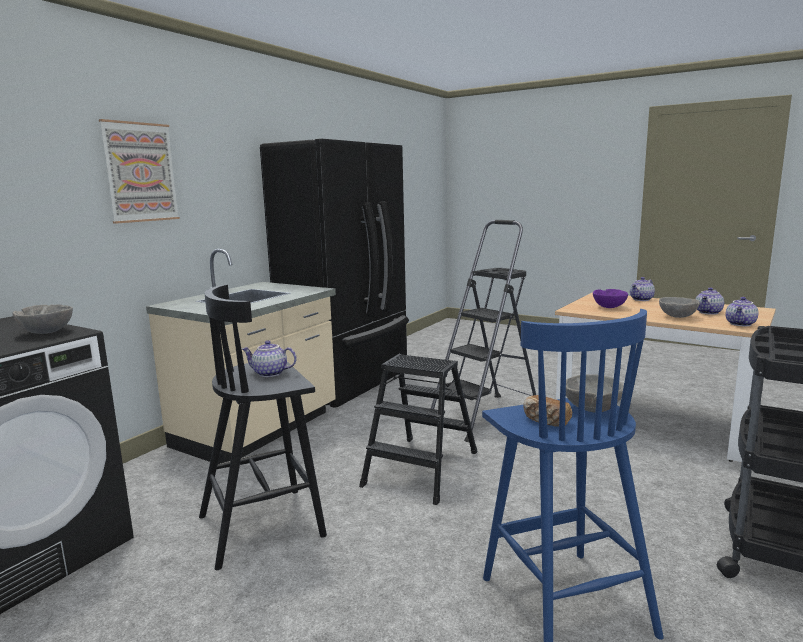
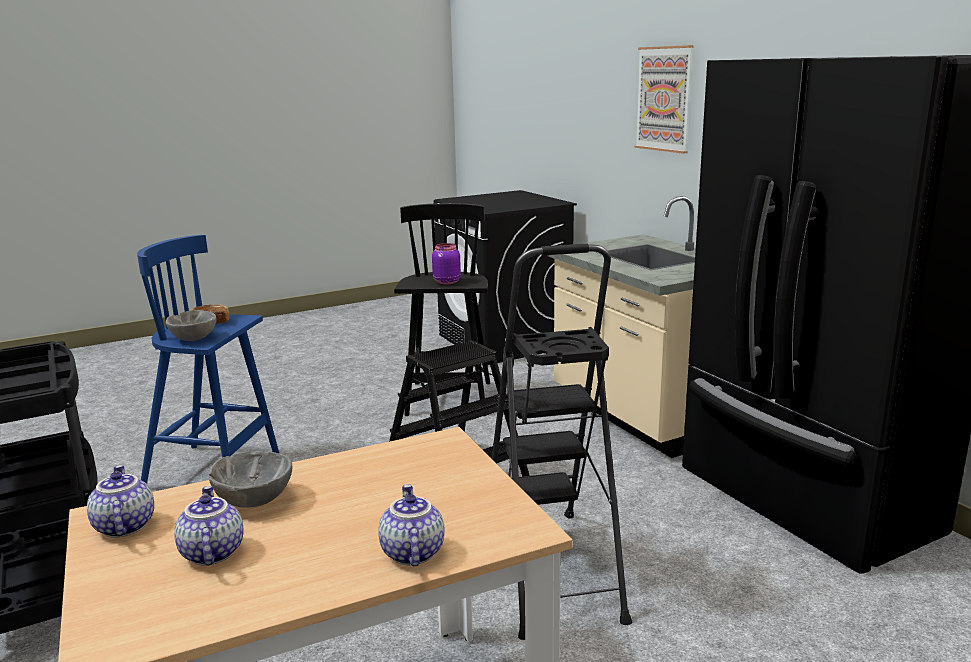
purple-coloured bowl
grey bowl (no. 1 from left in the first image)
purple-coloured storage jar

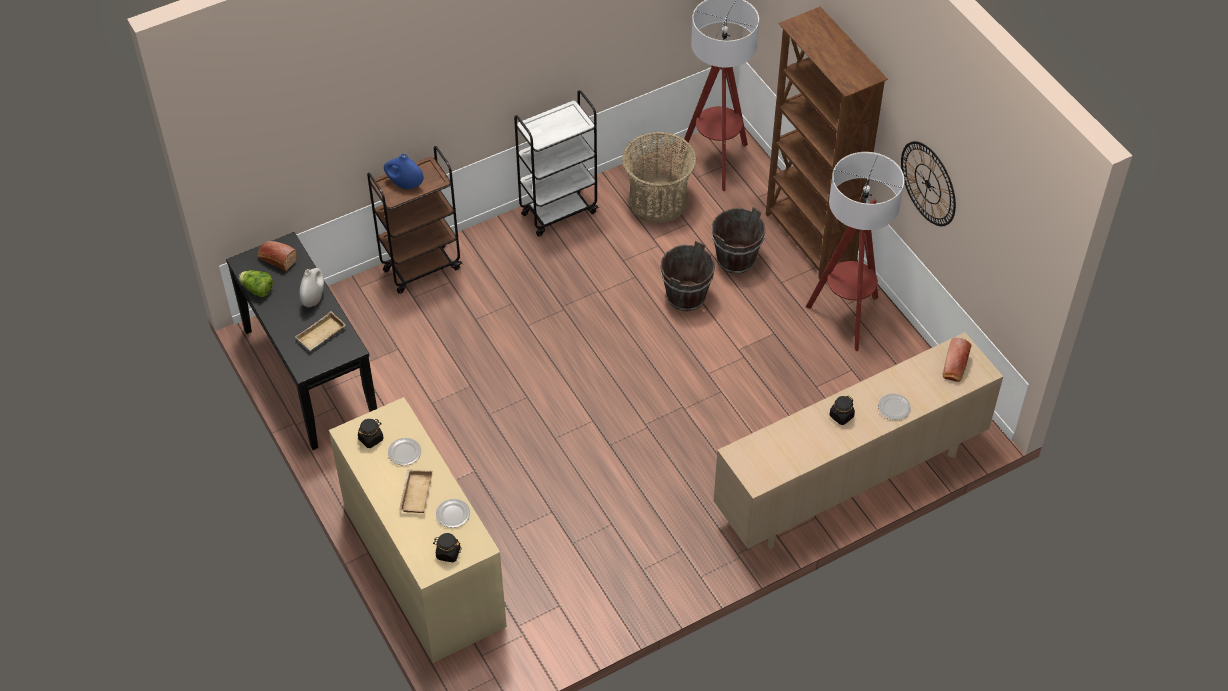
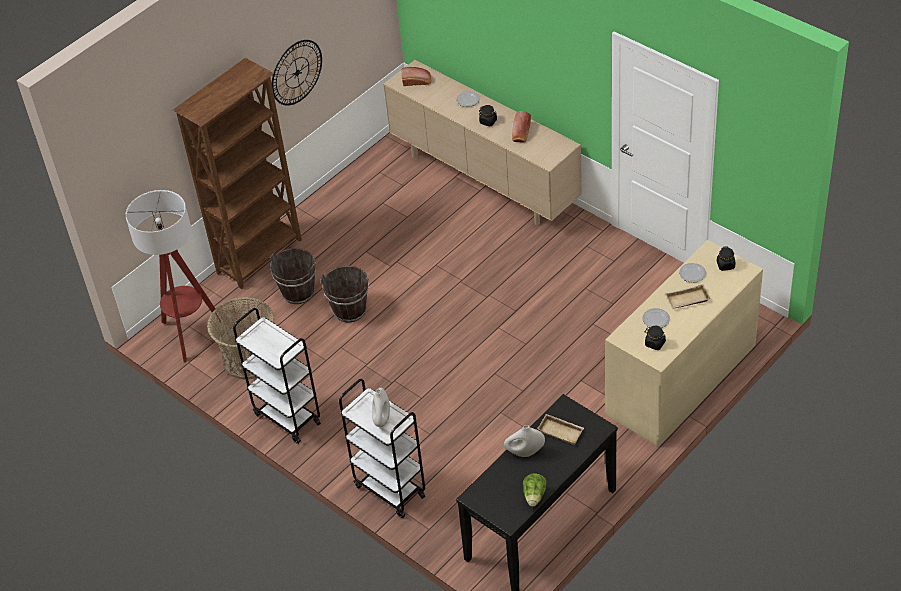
white-coloured wheeled cart (no. 2 from left)
floor lamp (no. 2 from left in the first image)
white-coloured decorative vase (no. 1 from left)
bakery bread (no. 2 from left)

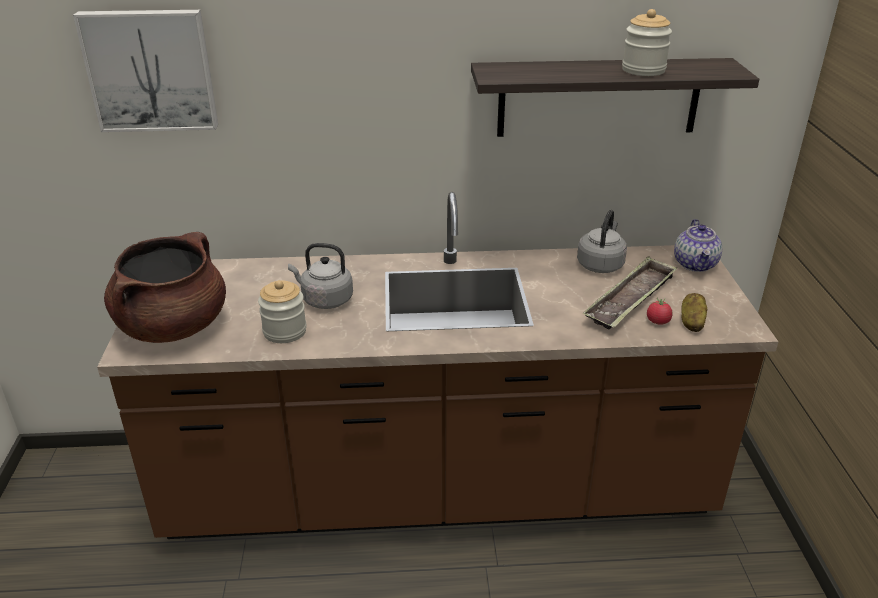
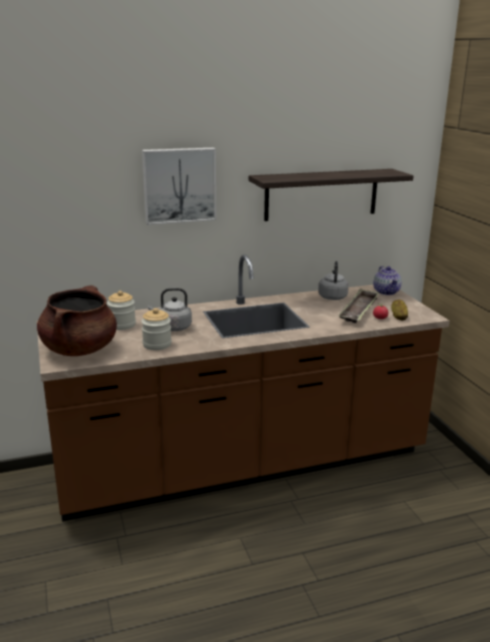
storage jar (no. 1 from left)
picture

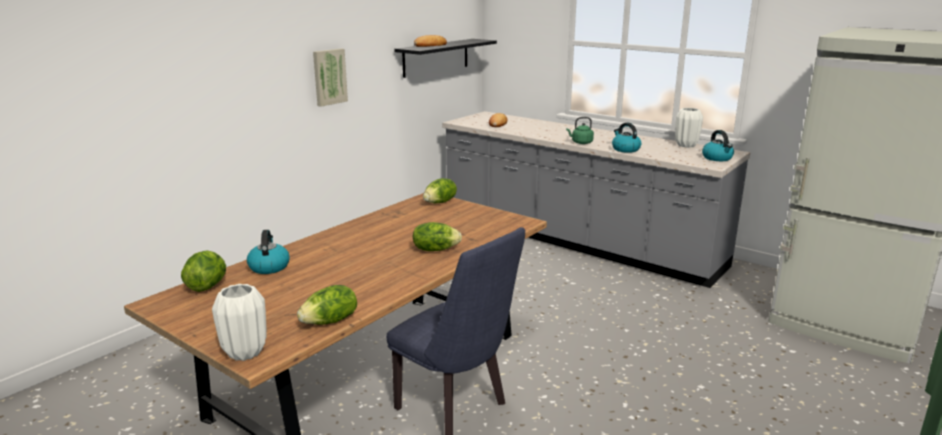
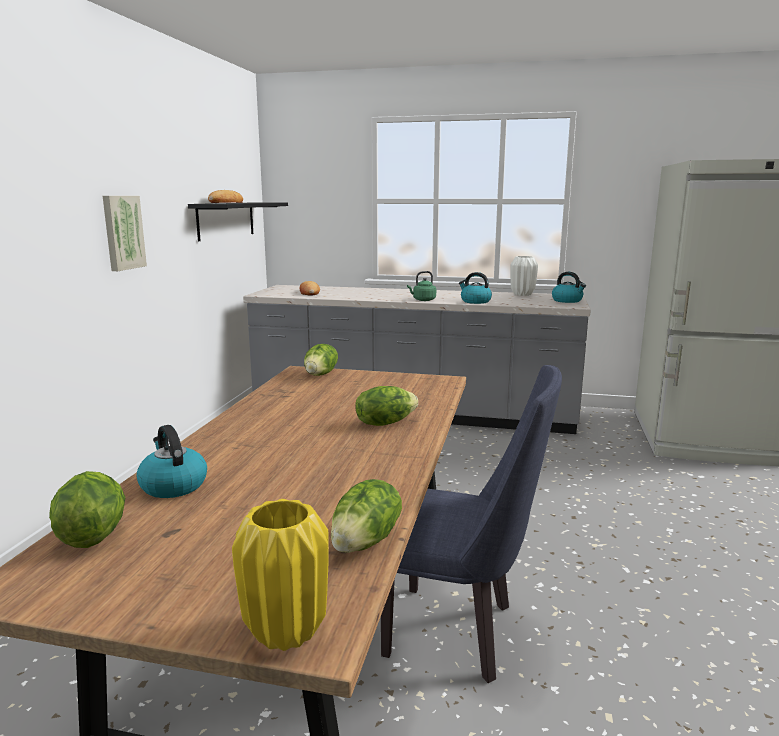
yellow decorative vase

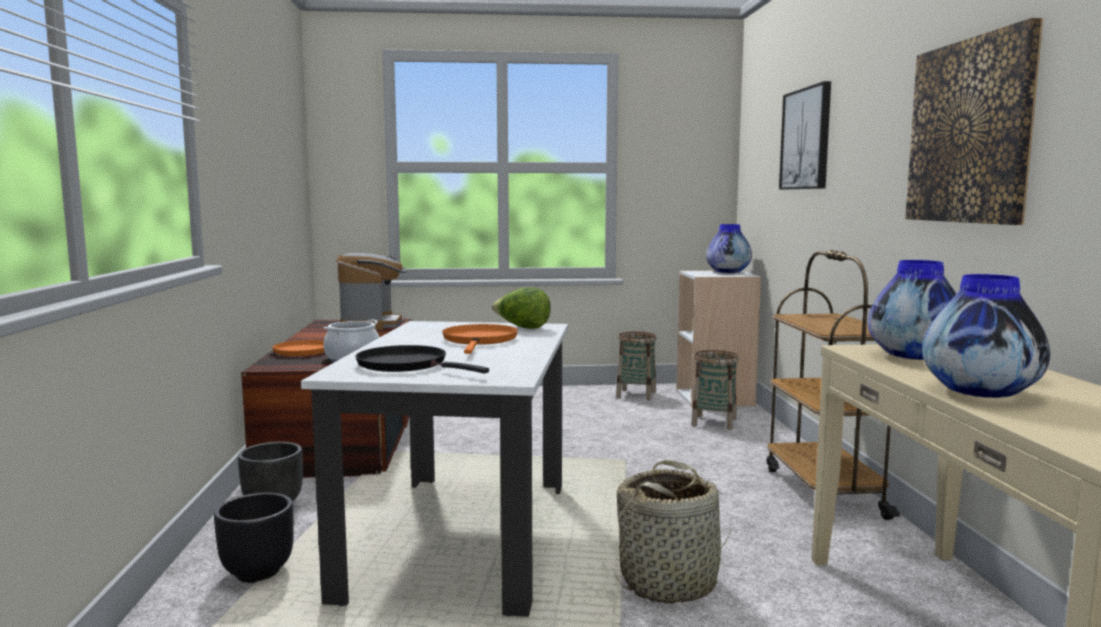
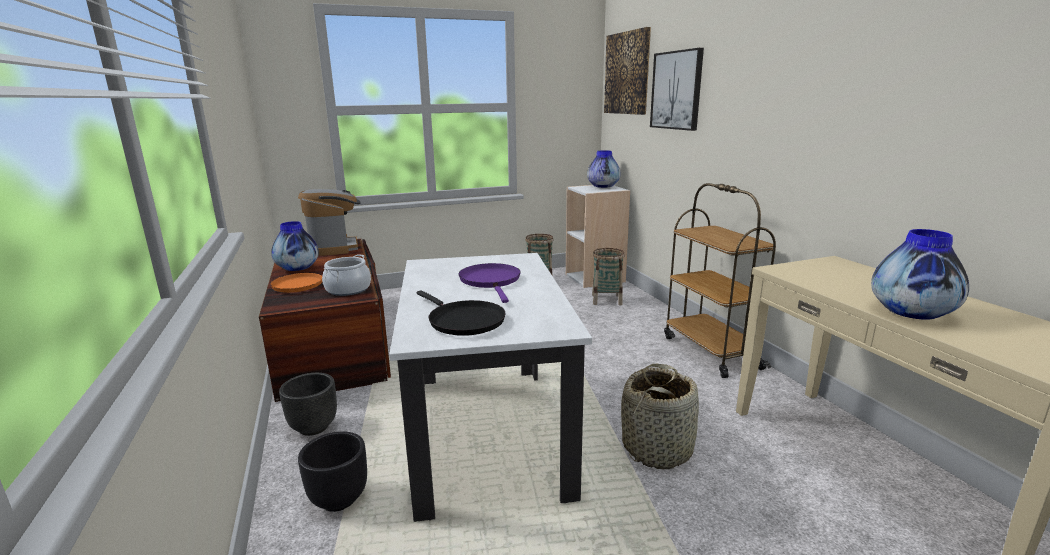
picture (no. 1 from left)
decorative vase (no. 1 from left)
lettuce head
purple-coloured pan
blackish pan

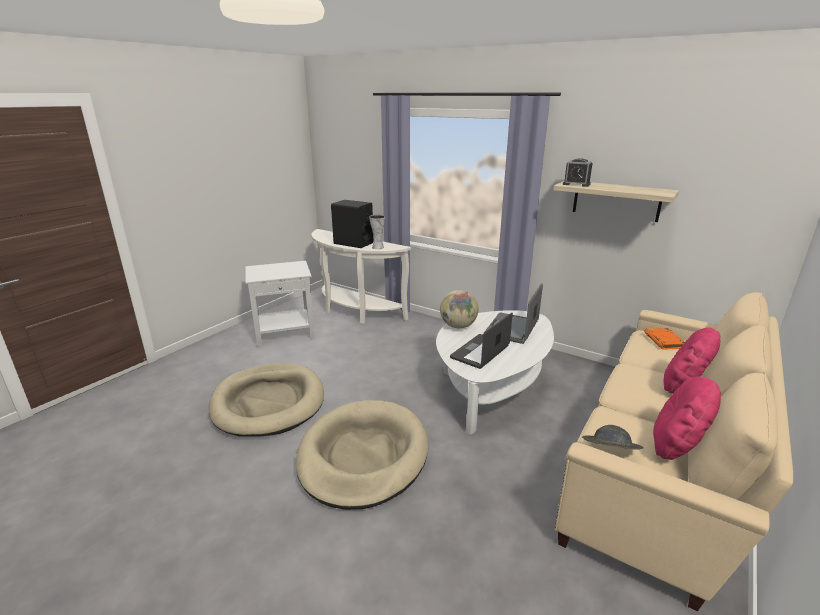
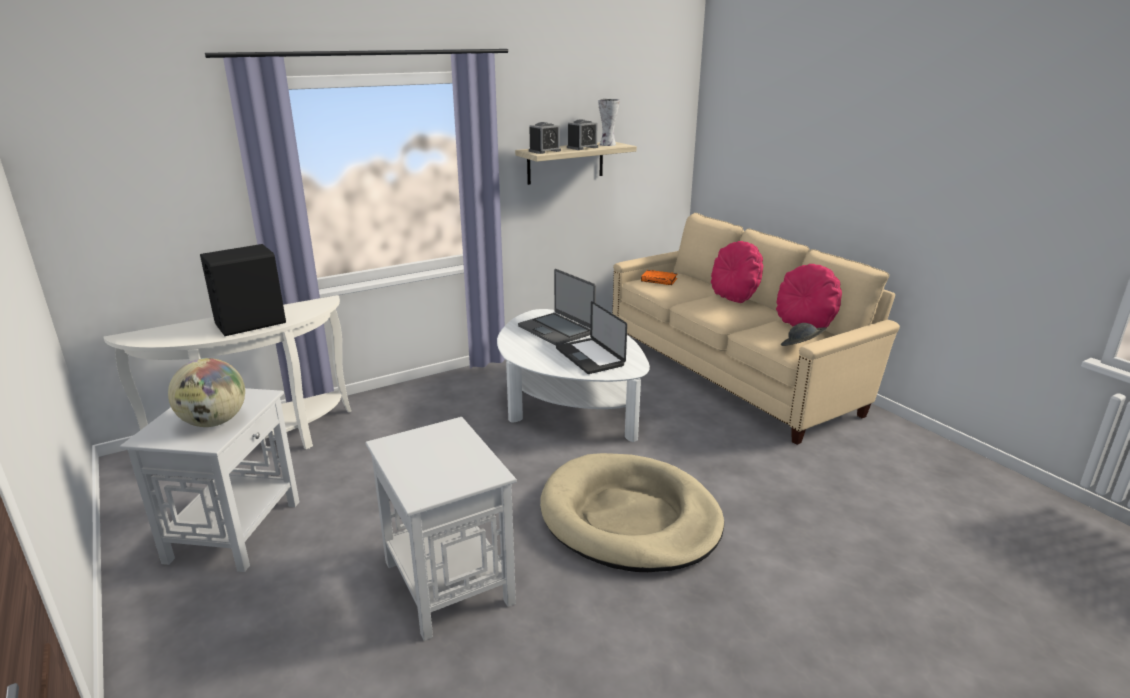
decorative vase
world globe
white-coloured end table (no. 2 from left)
bedside clock (no. 2 from left)

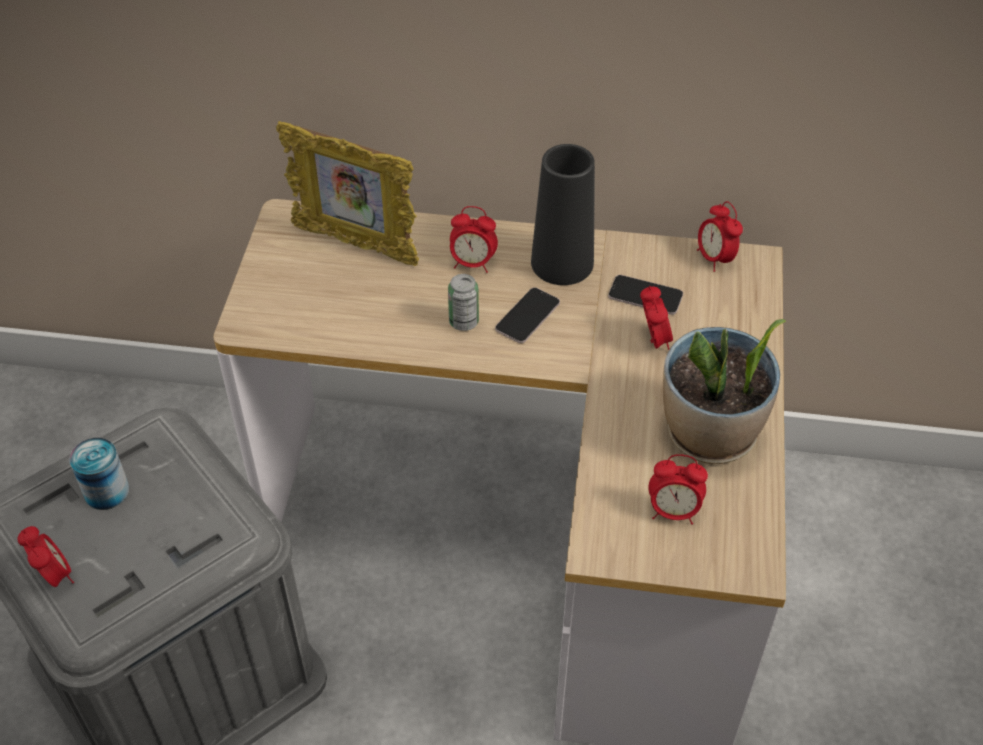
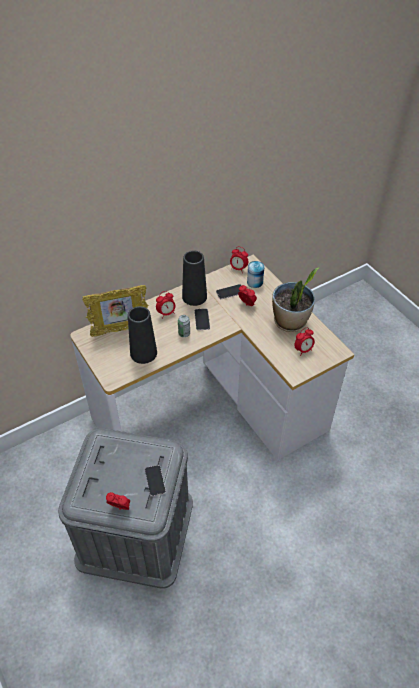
sealed can (no. 2 from left)
blackish decorative vase (no. 1 from left)
phone (no. 1 from left)

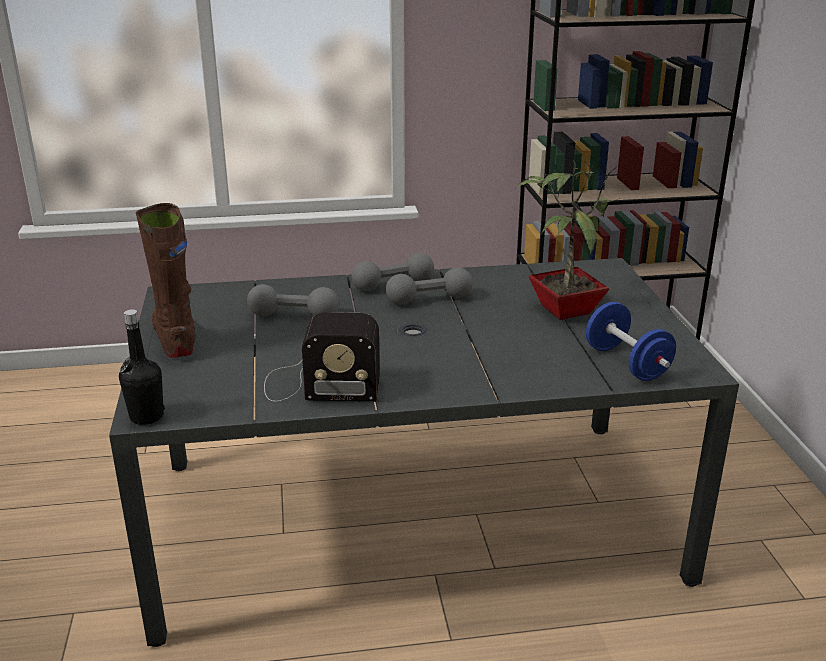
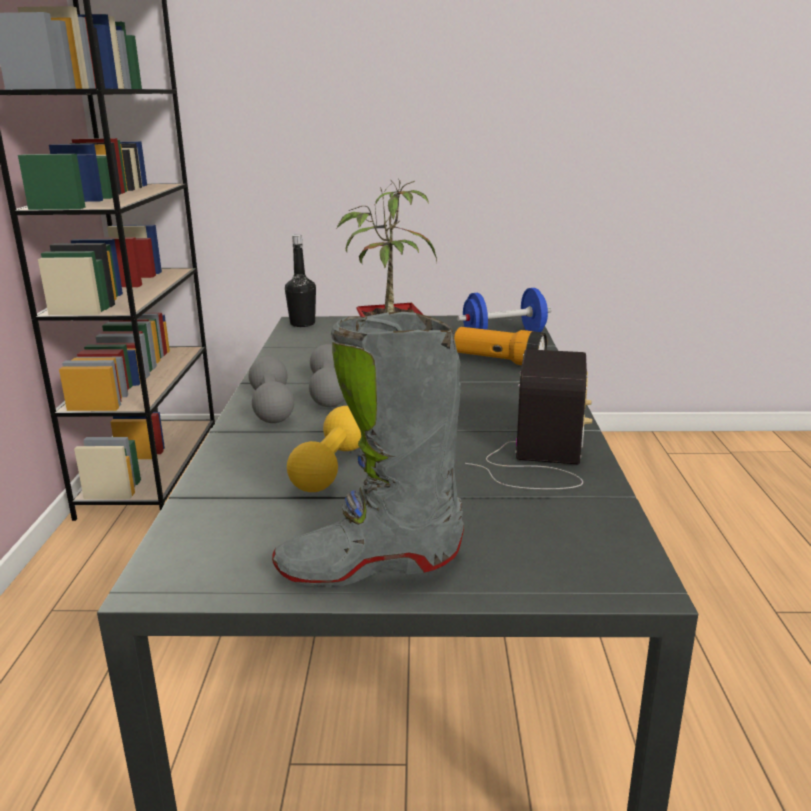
grey tall boot
yellow free weight
blackish beverage bottle
flashlight

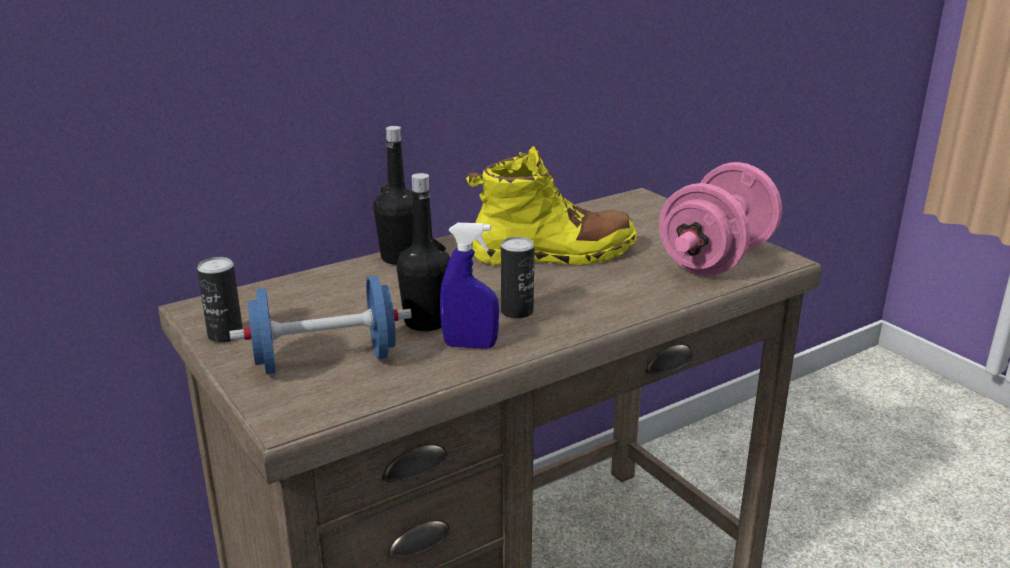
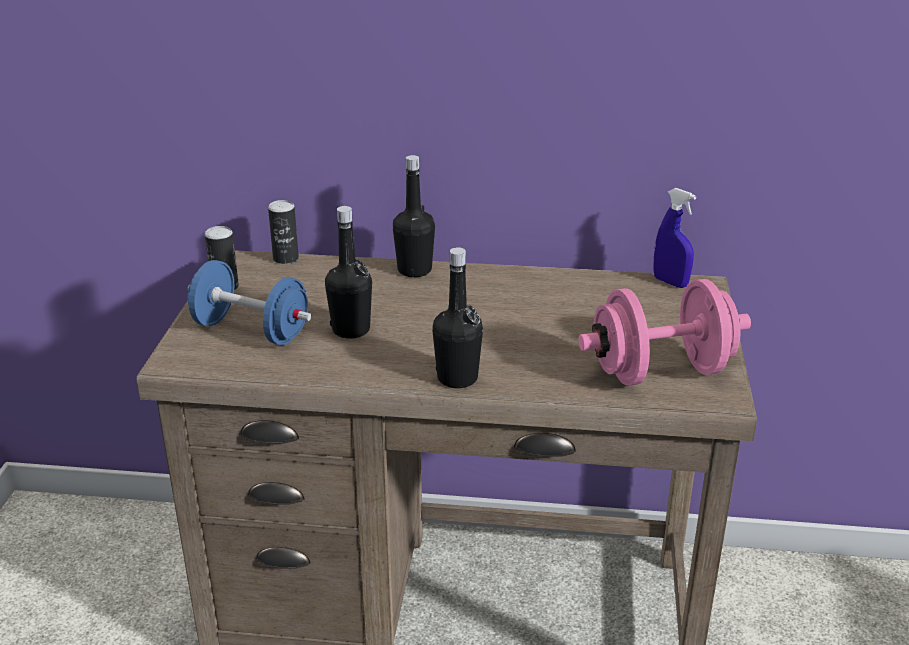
yellow tall boot
blue-coloured spray bottle
sealed can (no. 2 from left)
blackish beverage bottle (no. 3 from left)

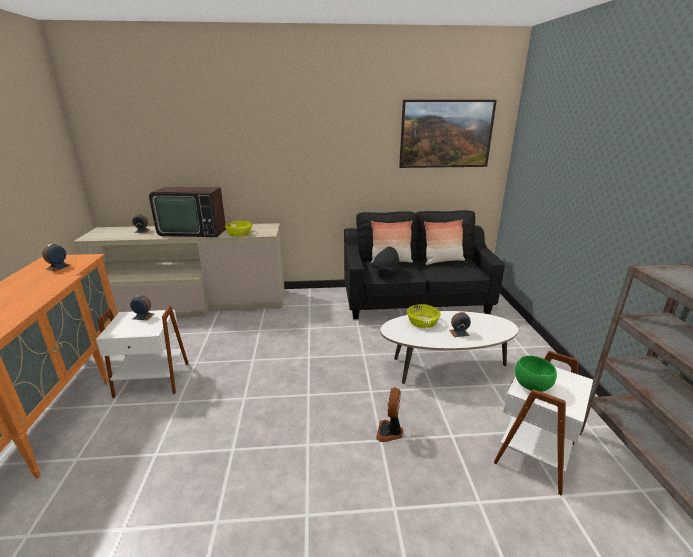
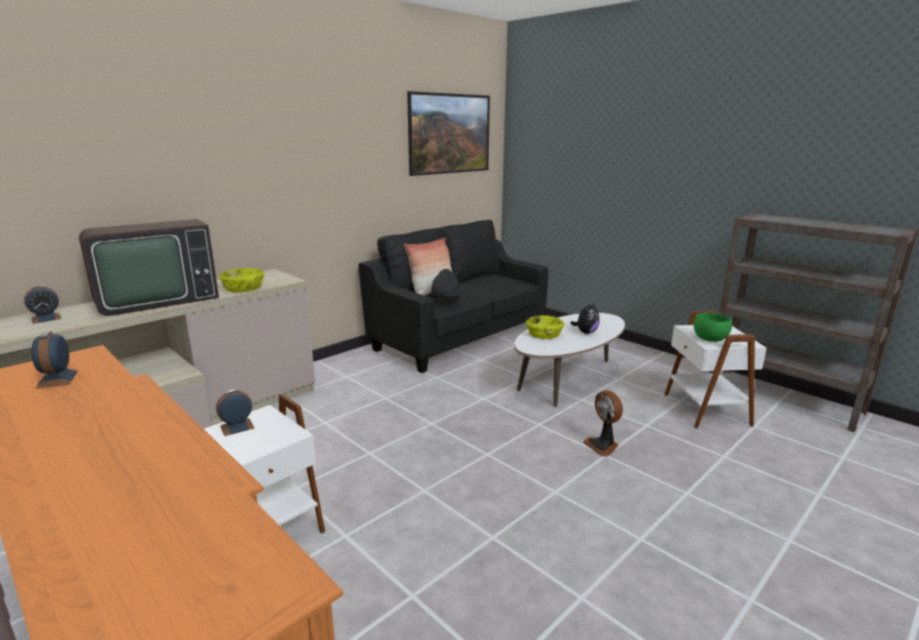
throw pillow (no. 2 from left in the first image)
plush toy

